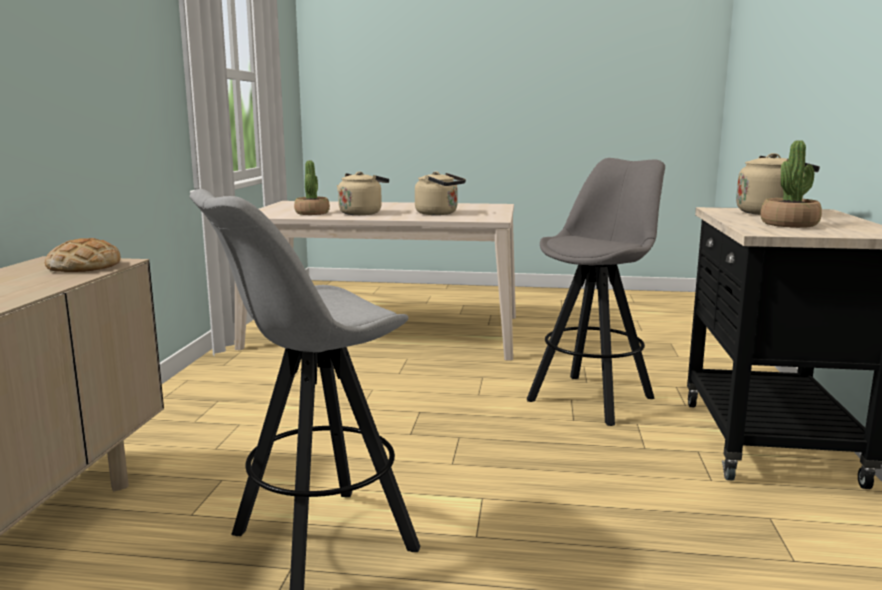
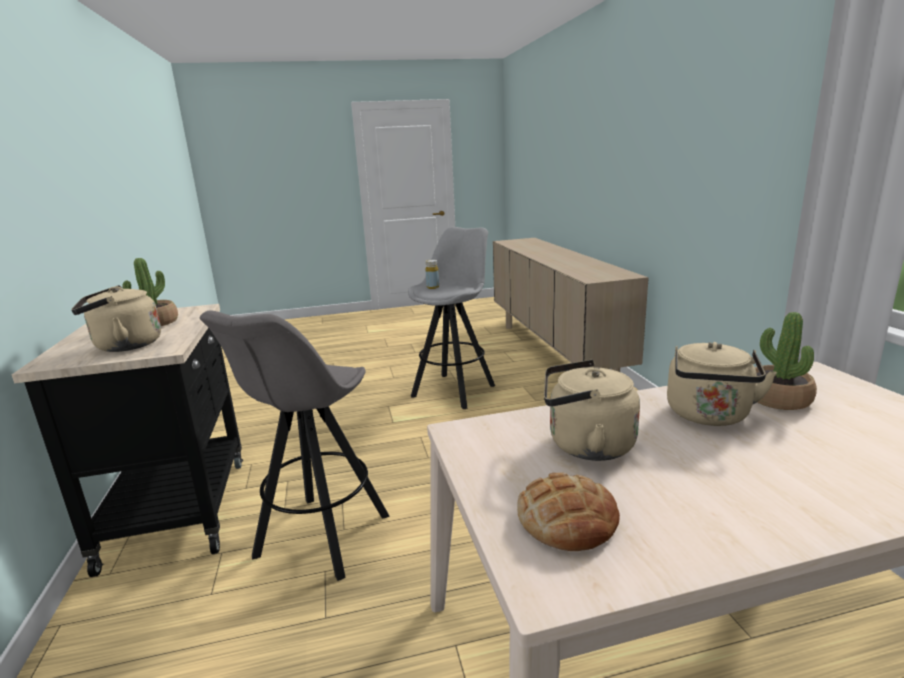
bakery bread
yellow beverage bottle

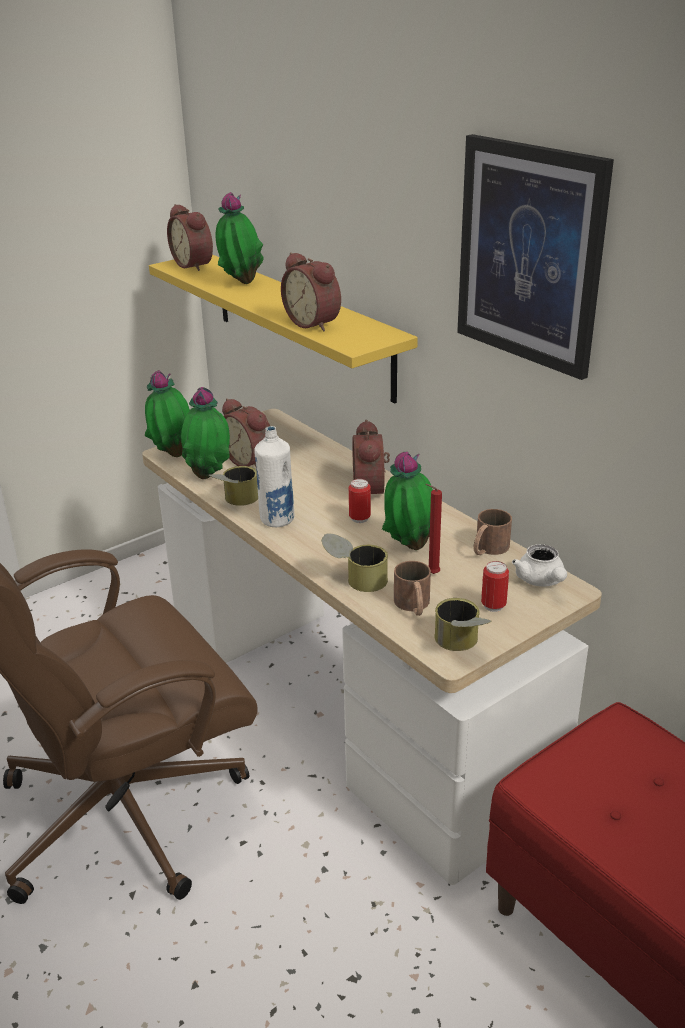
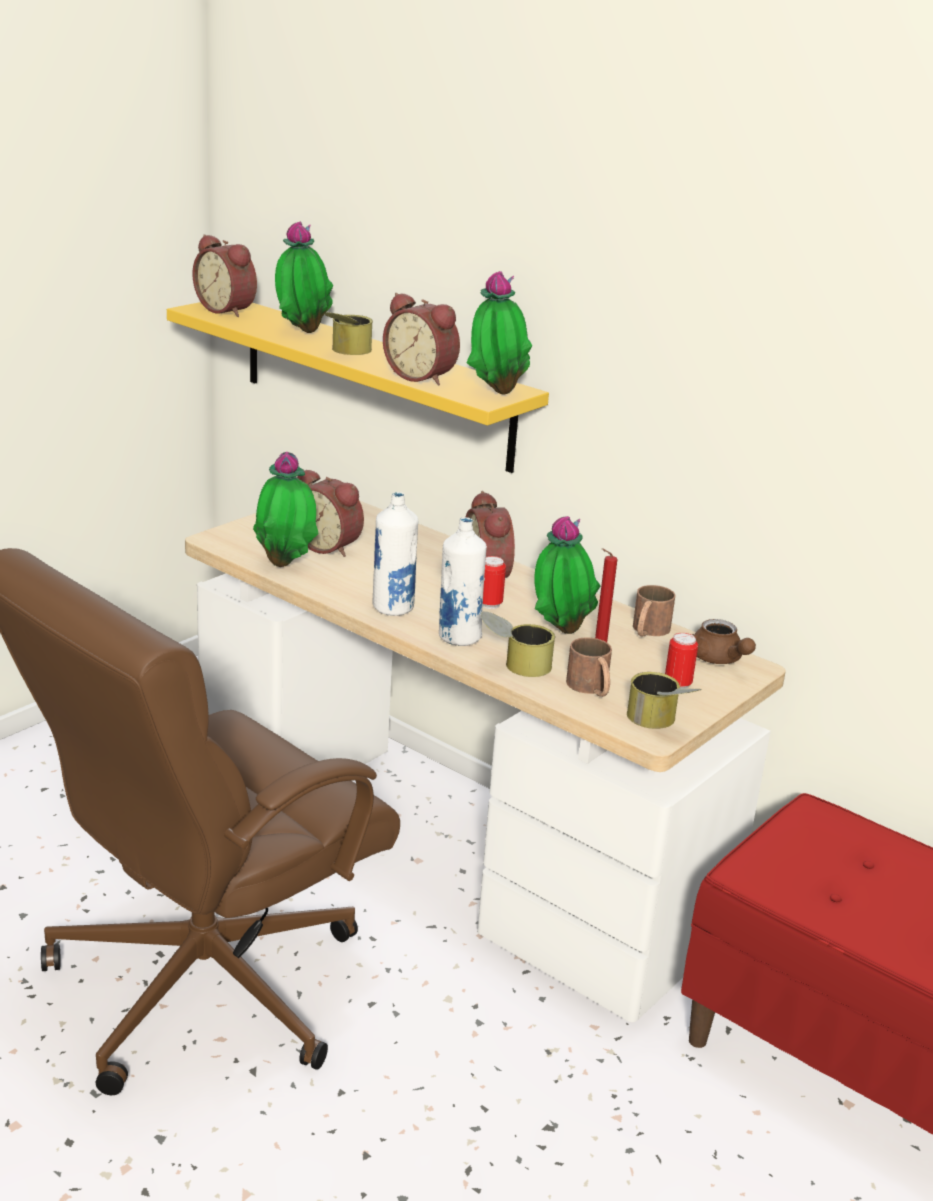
picture
potted plant (no. 3 from left)
sealed can (no. 1 from left)
brown tea pot
white-coloured beverage bottle (no. 2 from left)

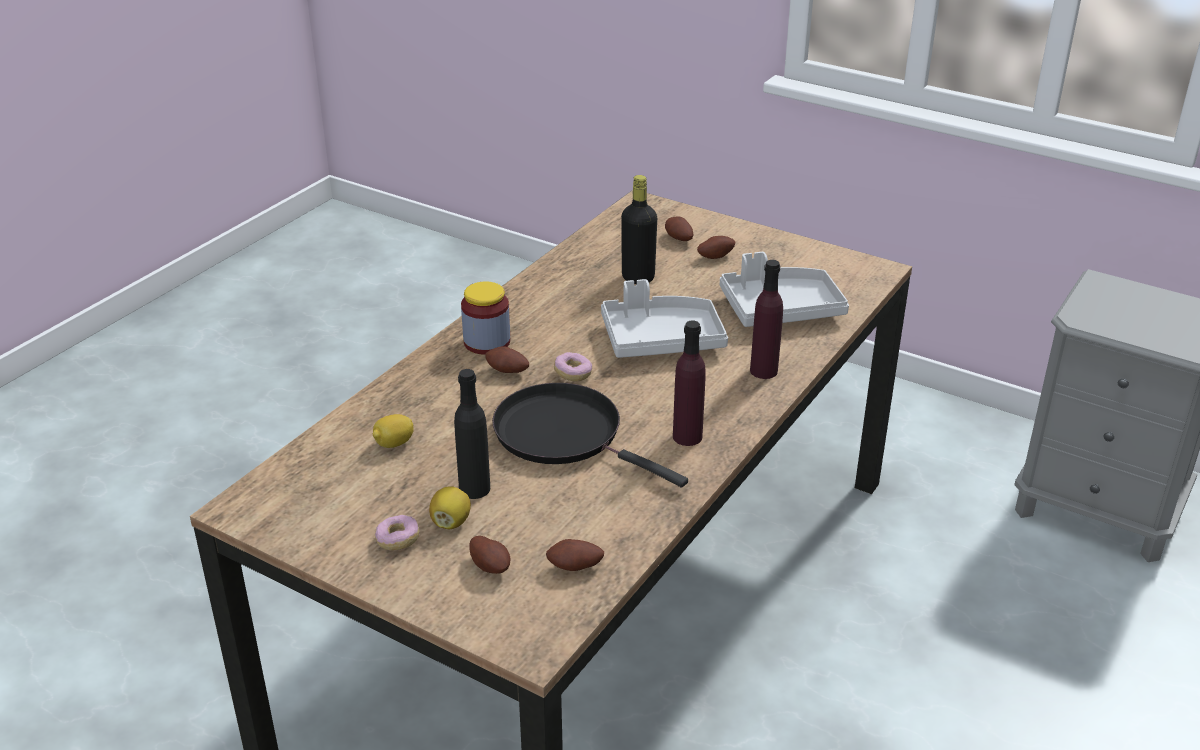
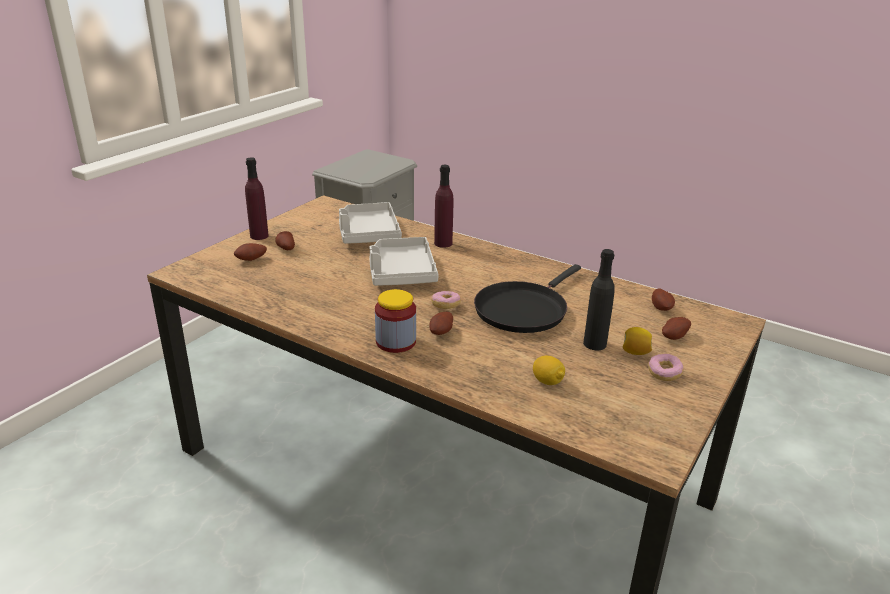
blackish beverage bottle (no. 2 from left in the first image)
purple-coloured beverage bottle (no. 1 from left)

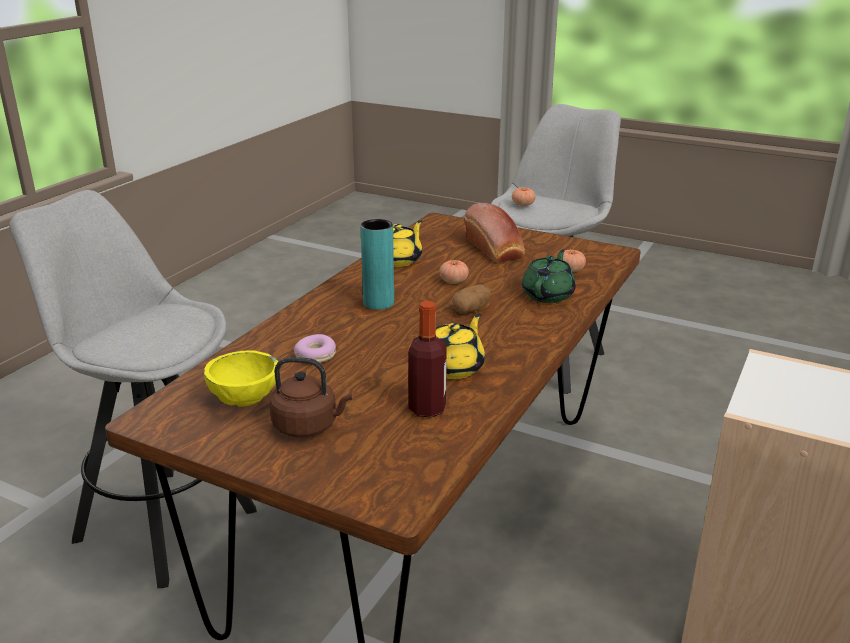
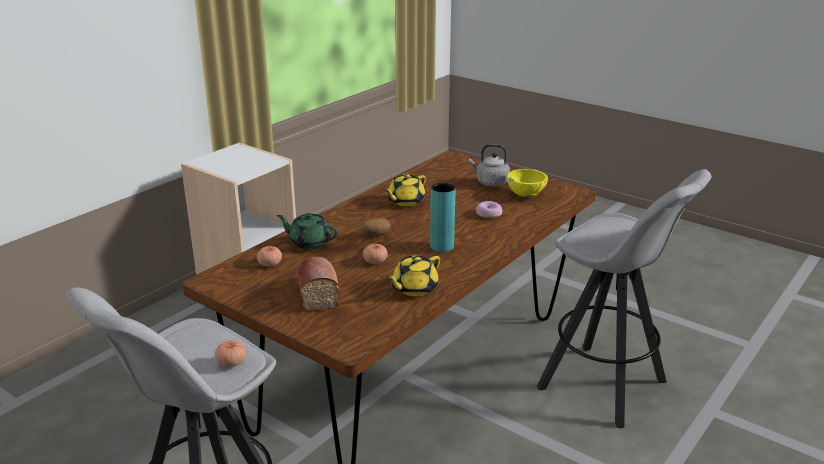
green tea pot
beverage bottle
grey kettle

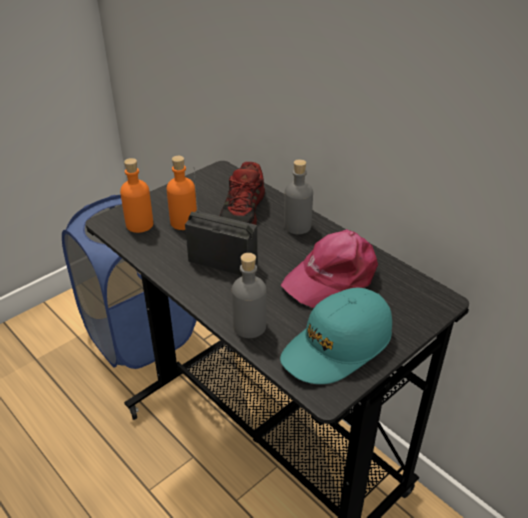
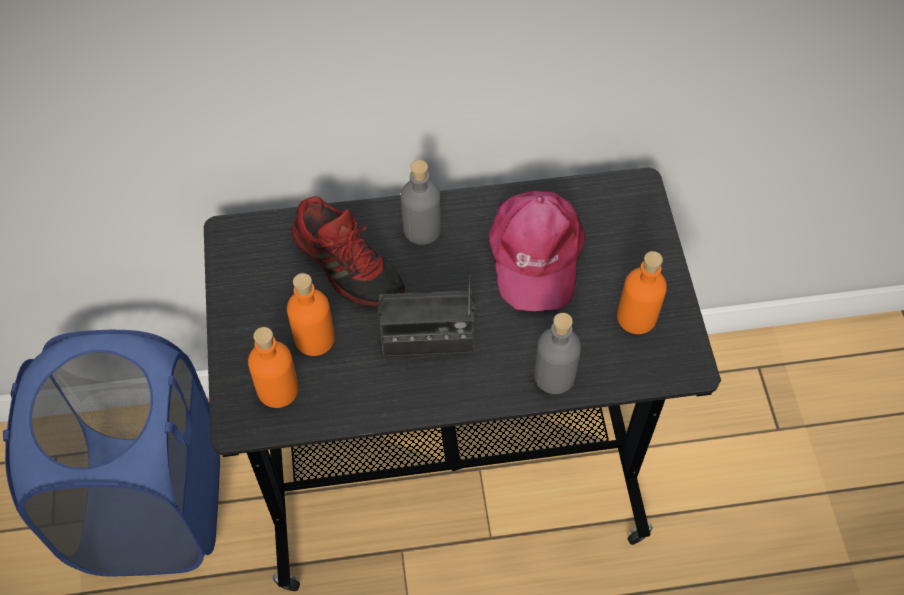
radio receiver
orange beverage bottle (no. 3 from left)

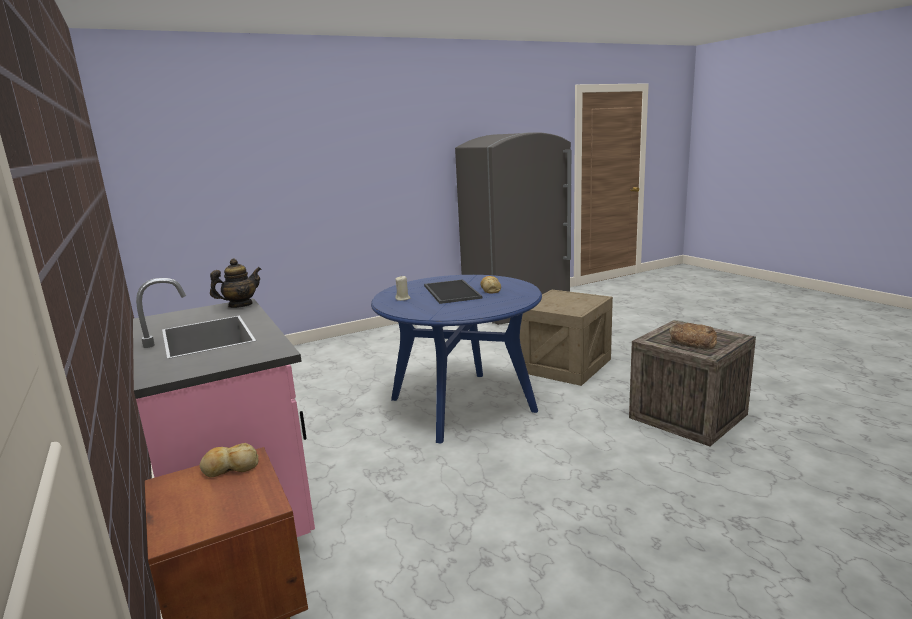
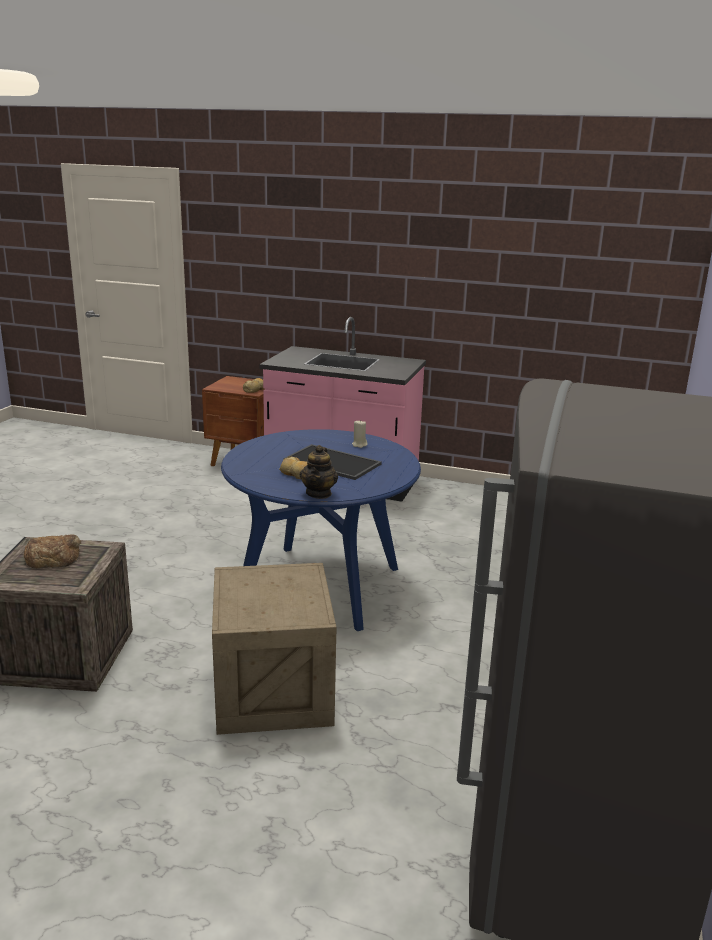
tea pot

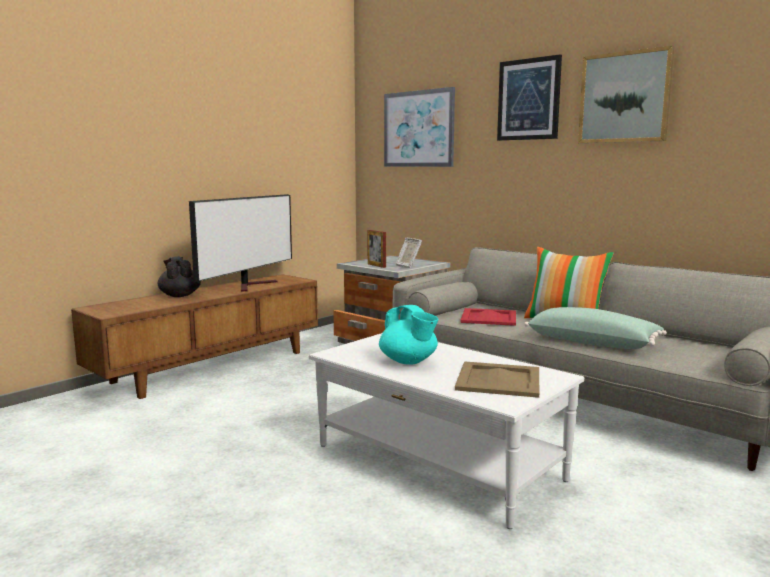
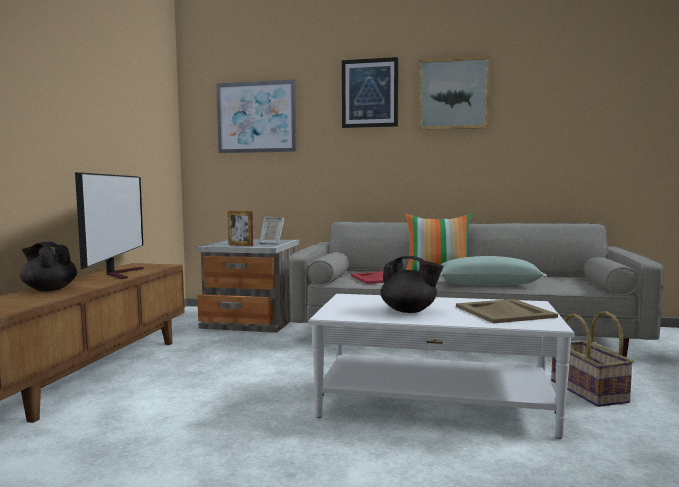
blackish tea pot (no. 2 from left)
storage basket

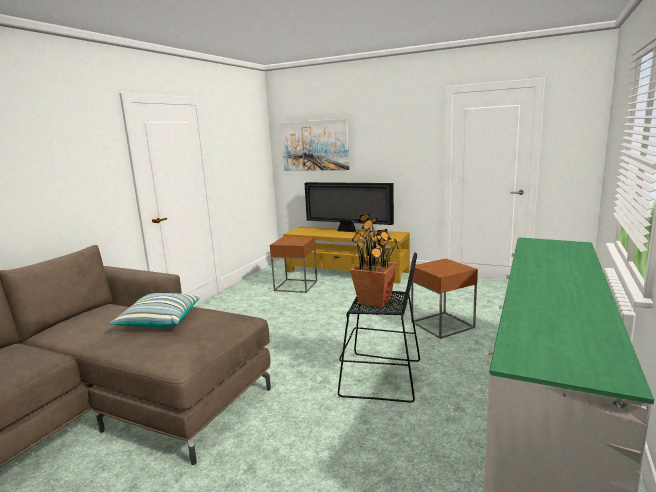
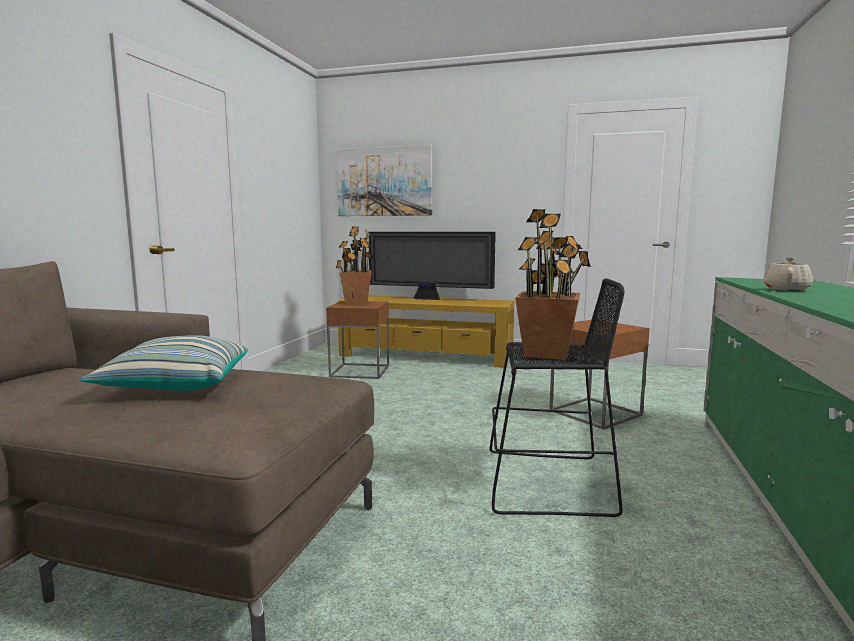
potted plant (no. 1 from left)
sand-coloured tea pot

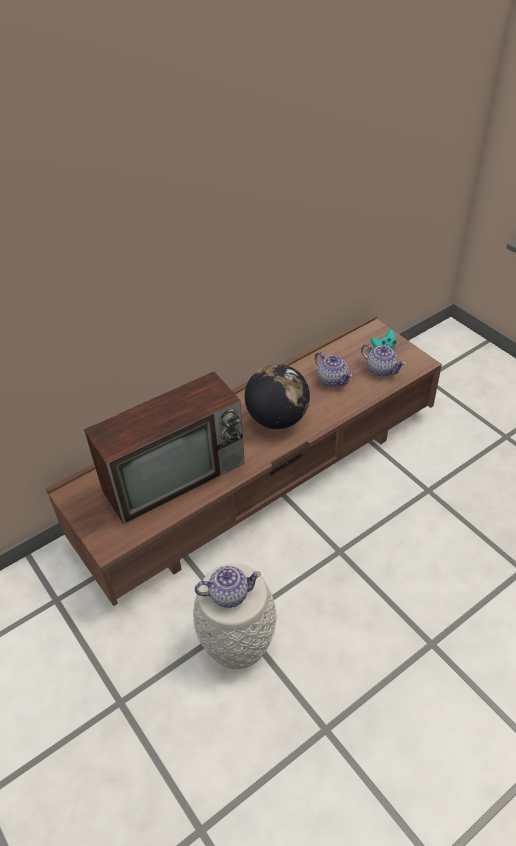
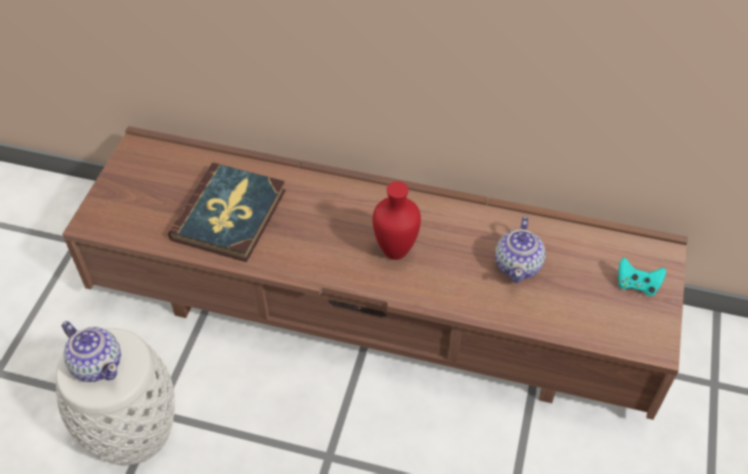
tea pot (no. 3 from left in the first image)
reddish decorative vase
book

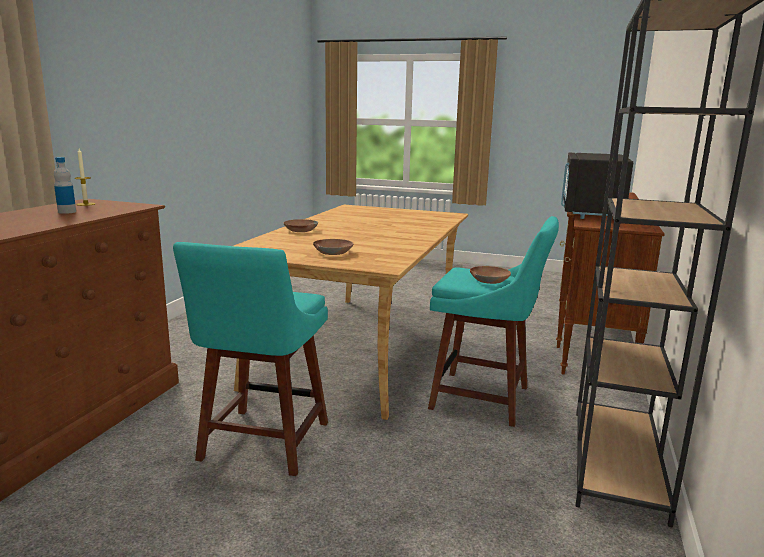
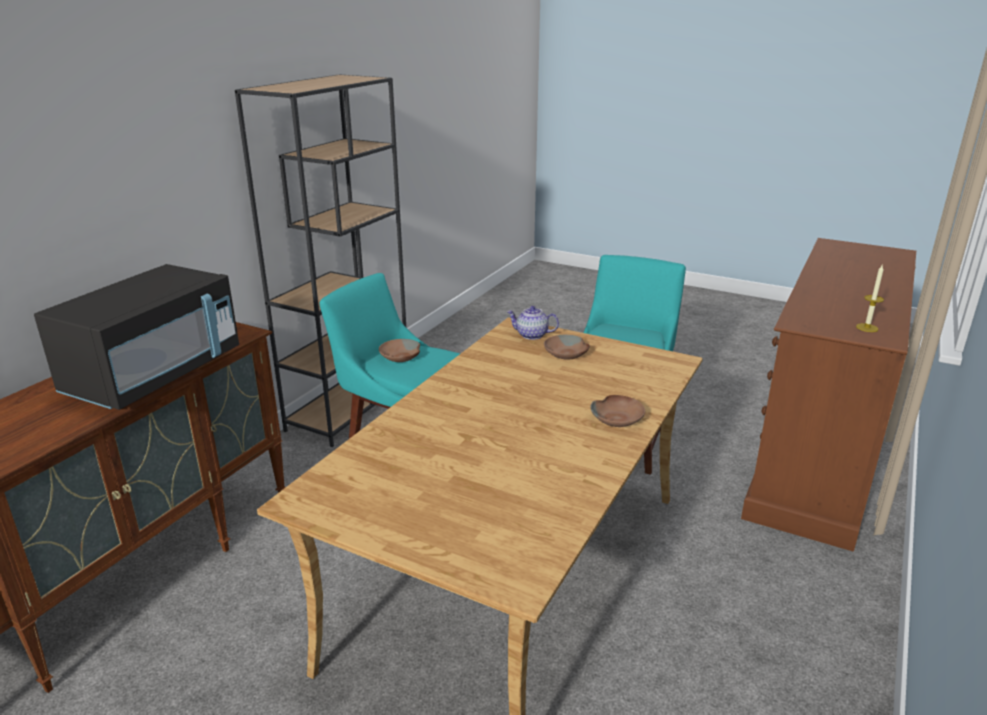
beverage bottle
tea pot

